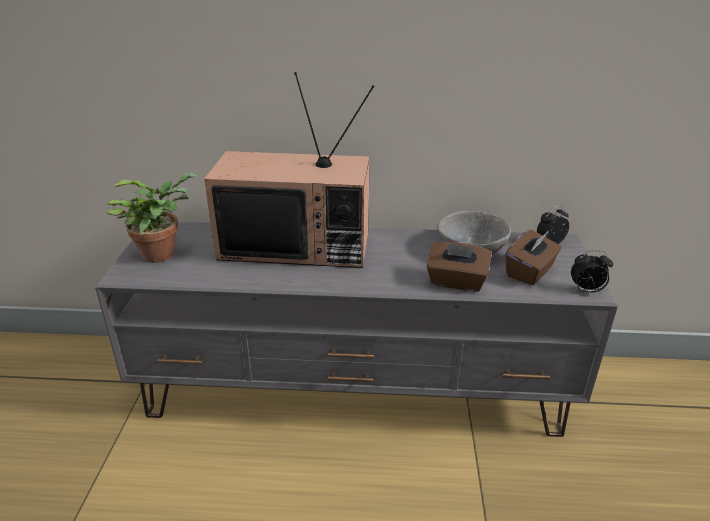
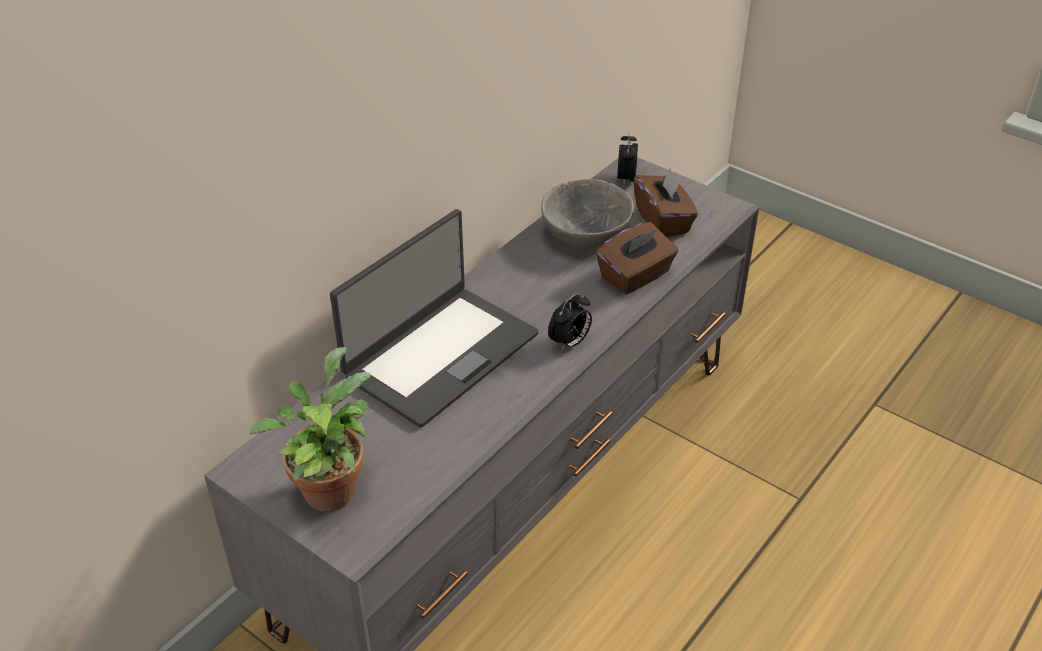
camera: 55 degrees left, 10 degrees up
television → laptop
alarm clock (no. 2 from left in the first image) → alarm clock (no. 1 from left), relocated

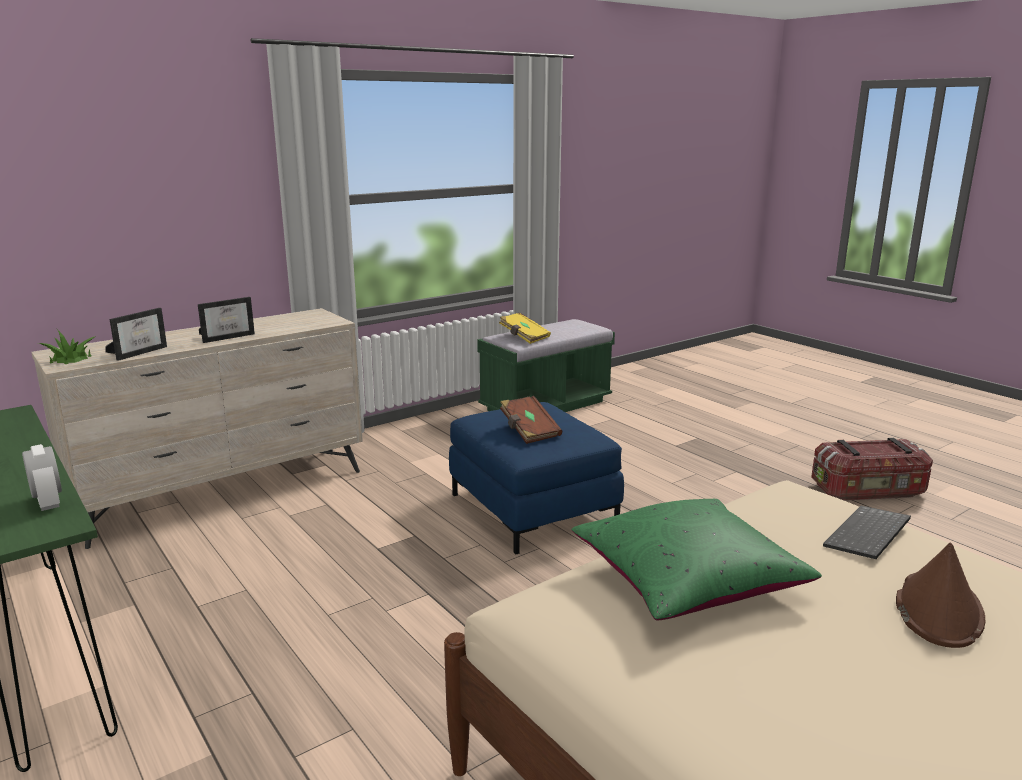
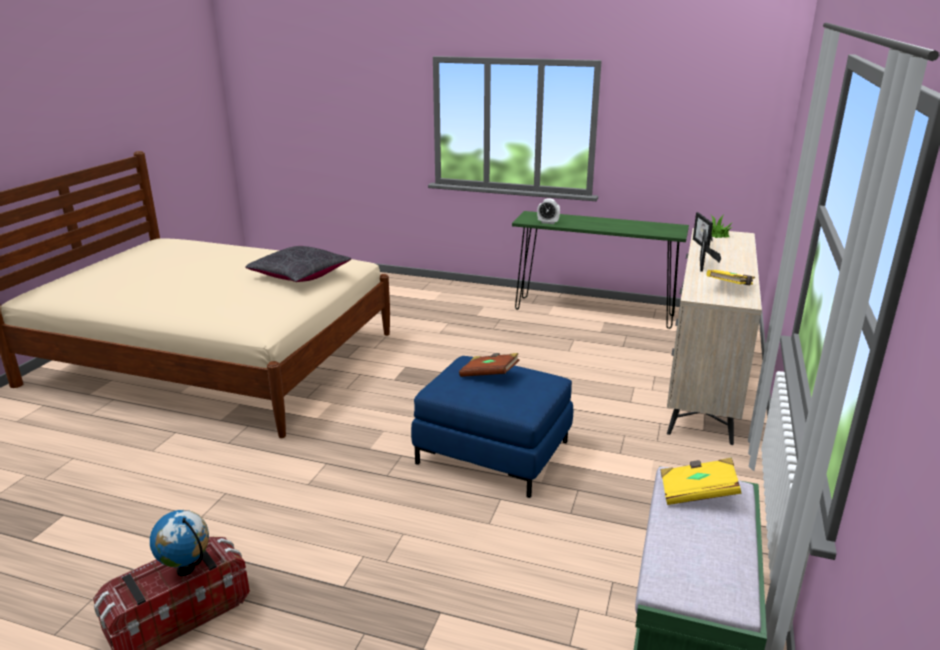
camera: 145 degrees right, 5 degrees up
pillow (green) → pillow (black)
keyboard → -
hat (brown) → -
- → globe
- → book (yellow) (no. 2 from left)

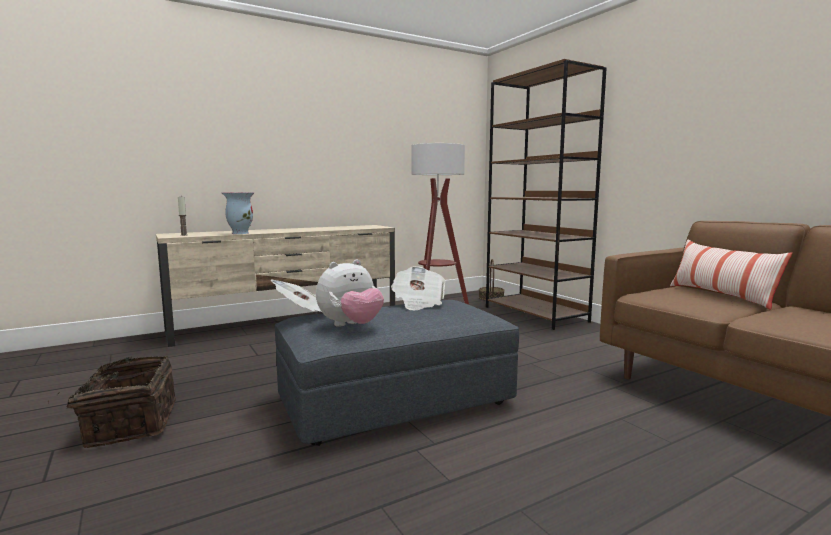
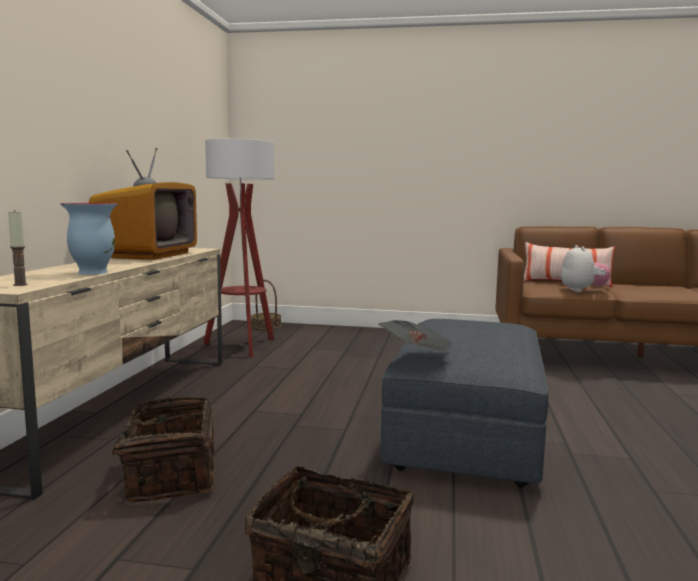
camera: 50 degrees left, 0 degrees up
plush toy, relocated
newspaper (no. 2 from left) → -
bookcase (brown) → -
- → television
- → basket (no. 1 from left)

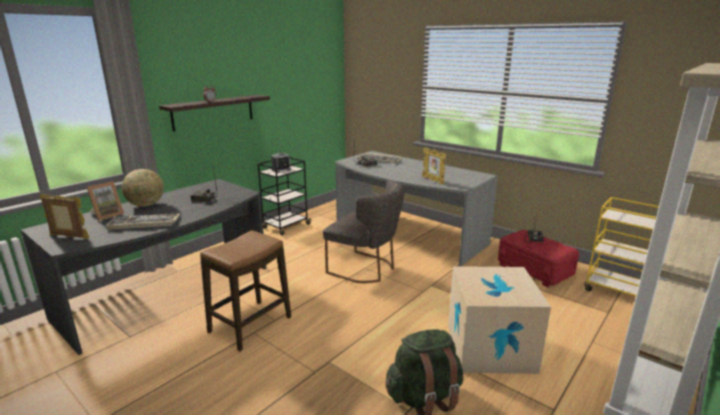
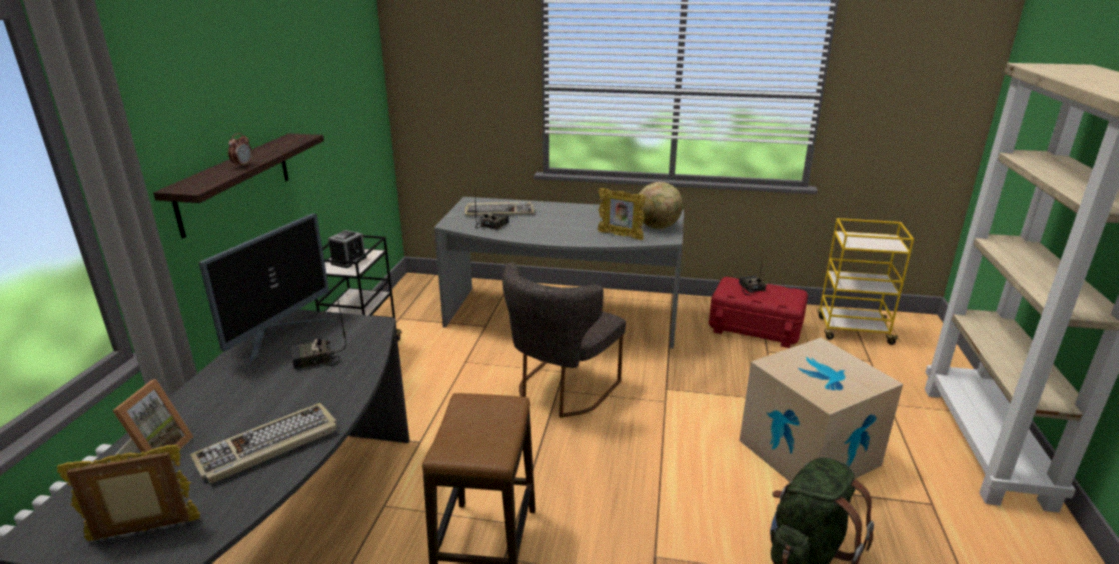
camera: 30 degrees left, 5 degrees up
globe, relocated
chair (grey), 120 degrees clockwise
- → monitor

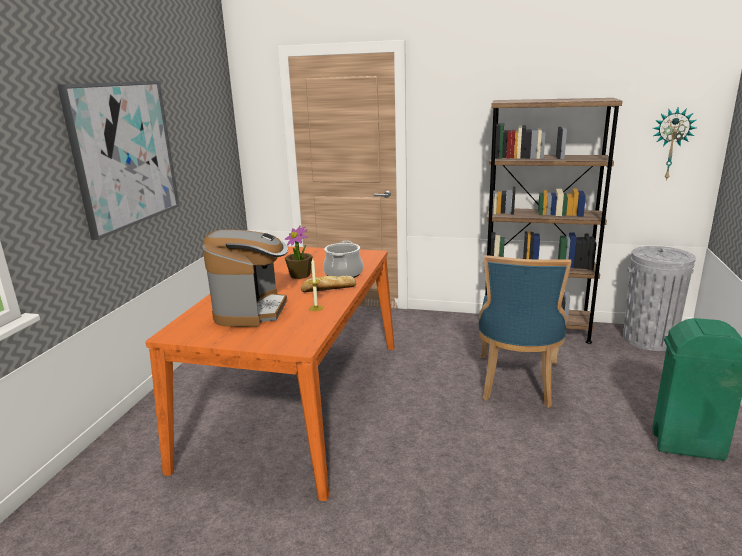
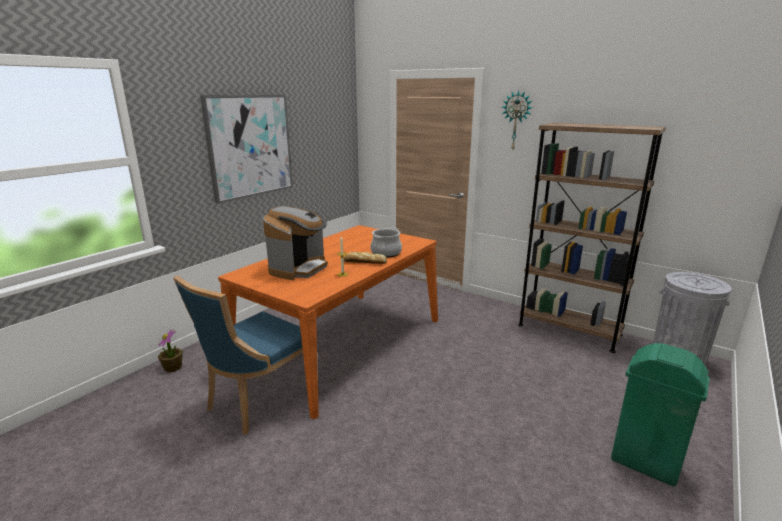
camera: 20 degrees right, 0 degrees up
potted plant, relocated
chair (blue), relocated
wall clock, relocated

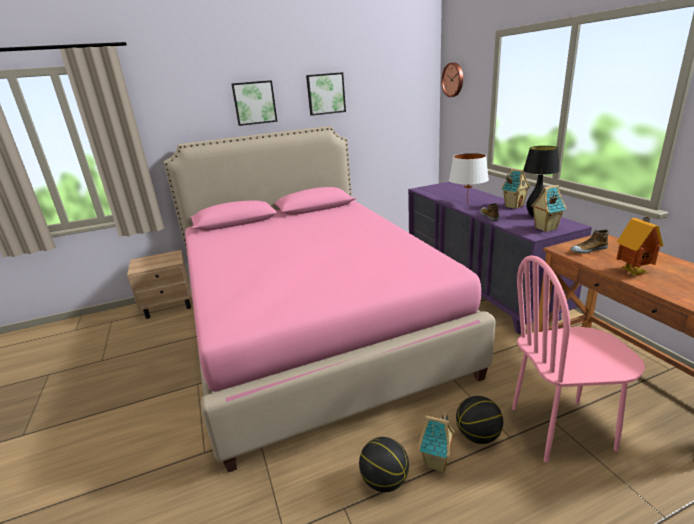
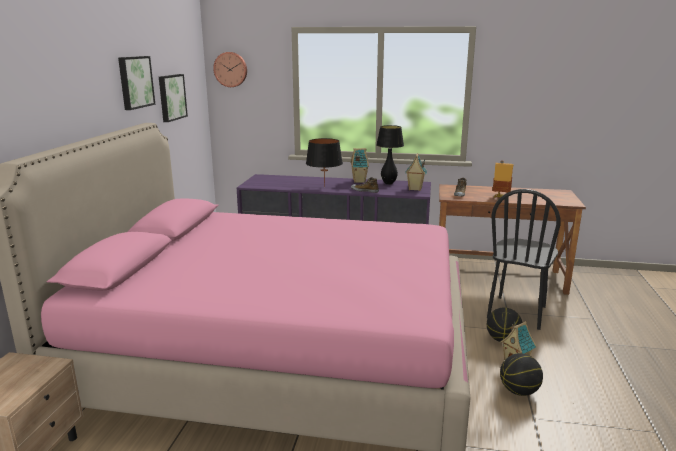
camera: 60 degrees left, 5 degrees down
picture (no. 1 from left in the first image) → picture (no. 2 from left), relocated
table lamp (white) → table lamp (black) (no. 1 from left)
chair (pink) → chair (black)

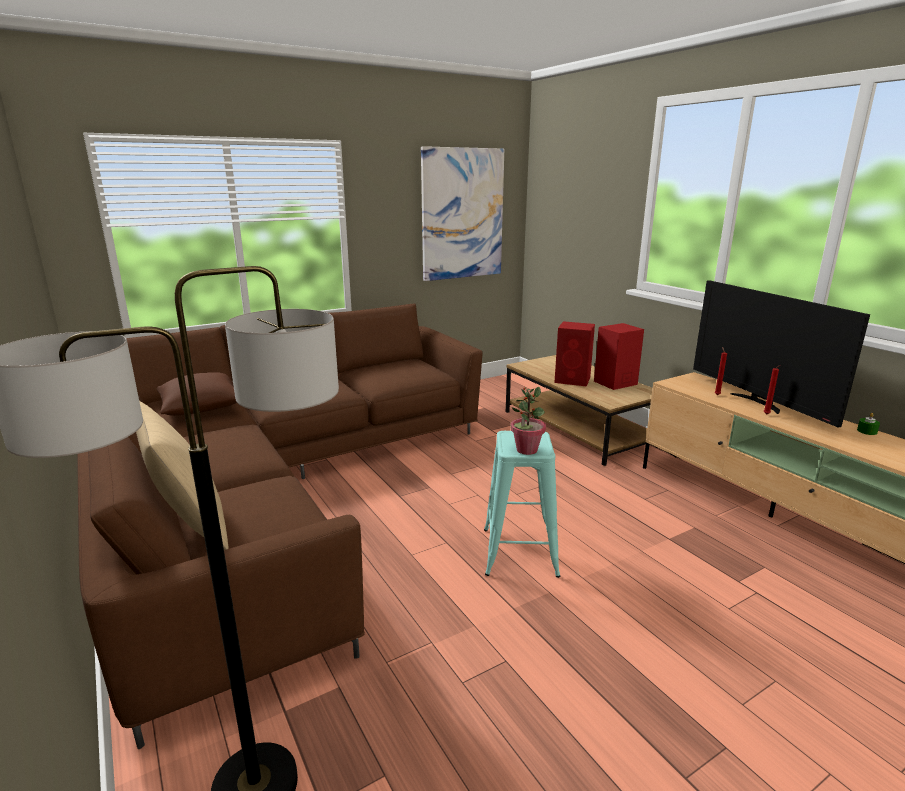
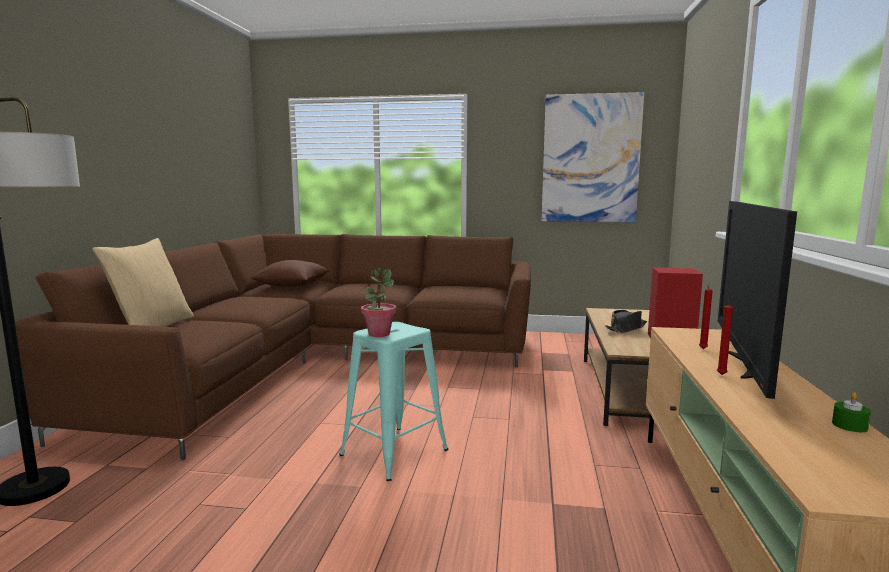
camera: 40 degrees right, 10 degrees down
speaker (red) (no. 1 from left) → hat (black)

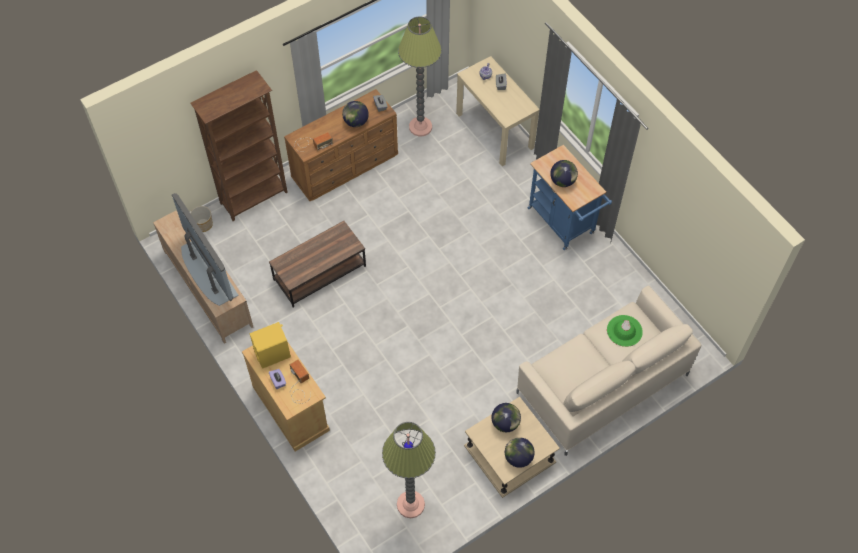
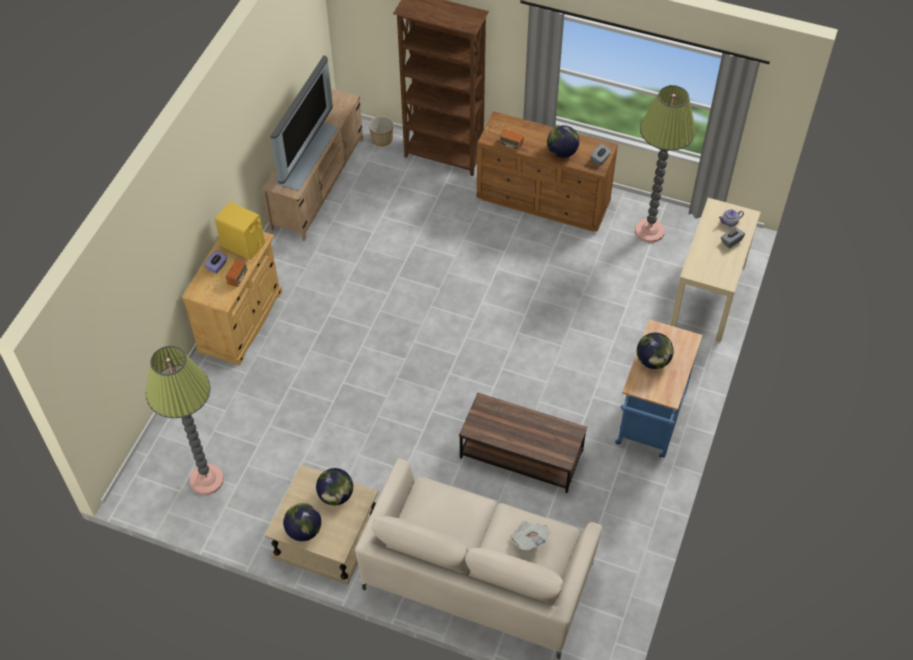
camera: 55 degrees right, 5 degrees down
coffee table (brown), relocated
hat (green) → newspaper

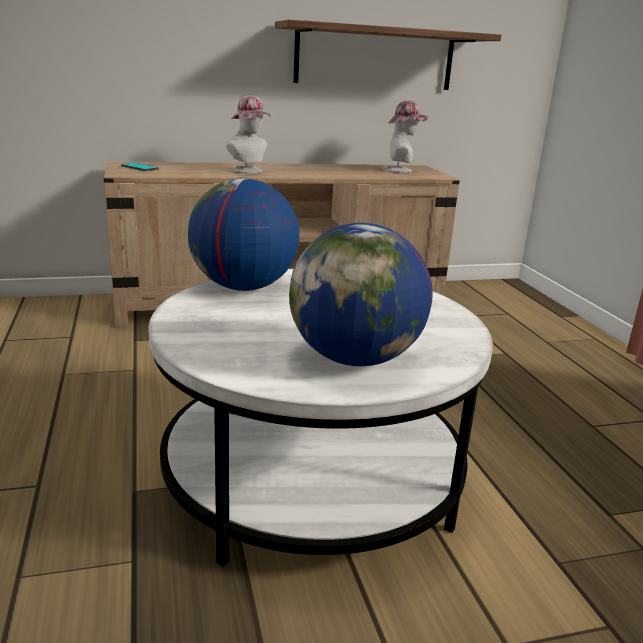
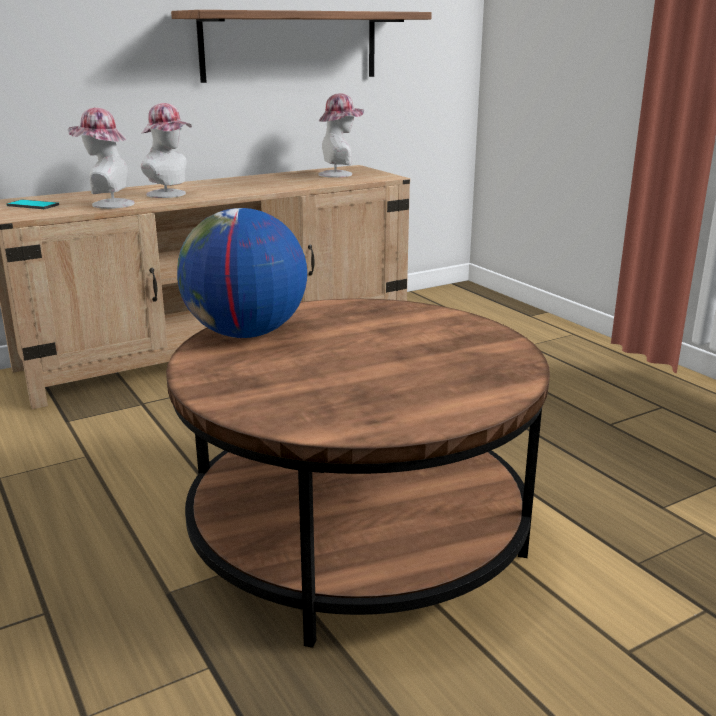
camera: 15 degrees left, 0 degrees up
coffee table (white) → coffee table (brown)
globe (no. 2 from left) → -
- → hat (no. 1 from left)

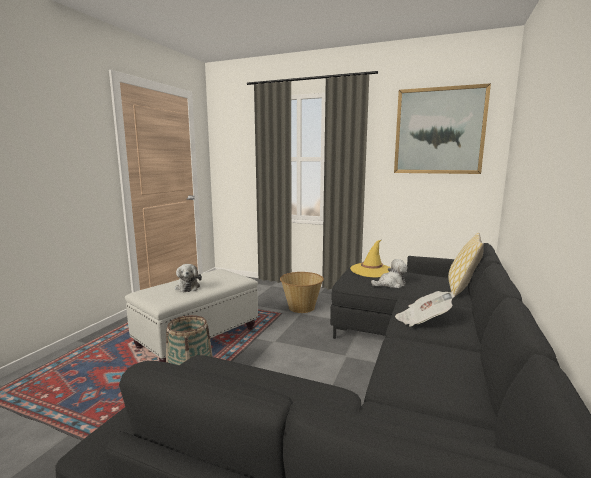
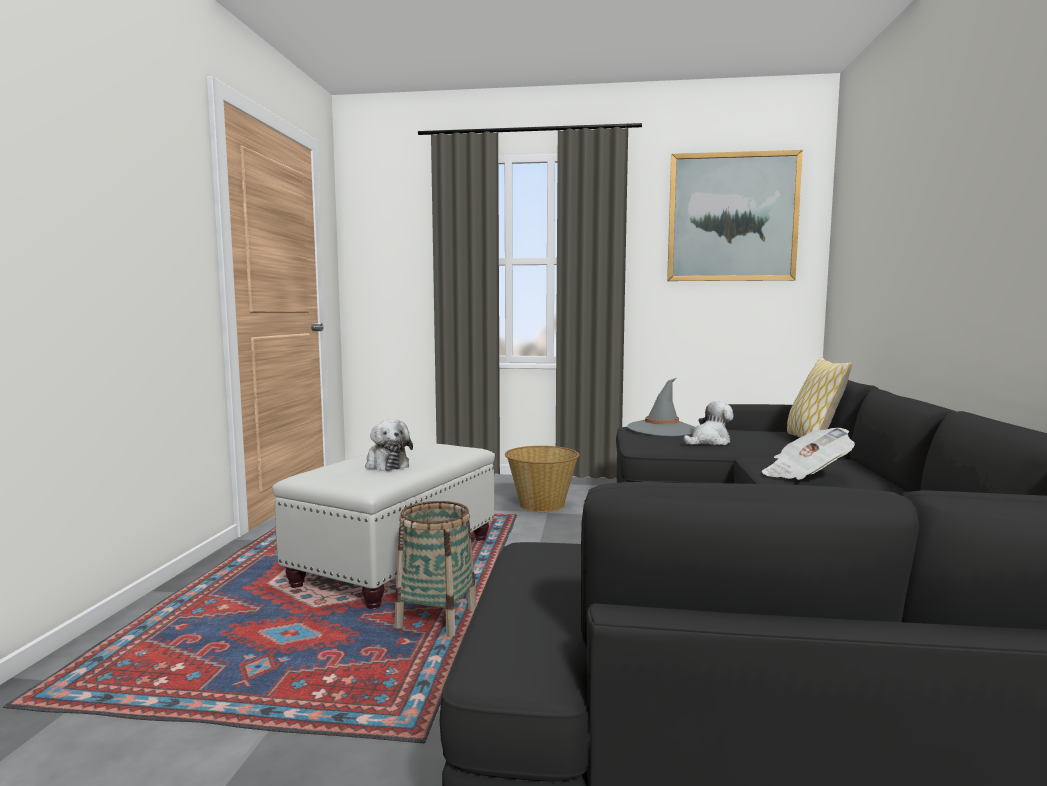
camera: 15 degrees left, 5 degrees down
hat (yellow) → hat (grey)

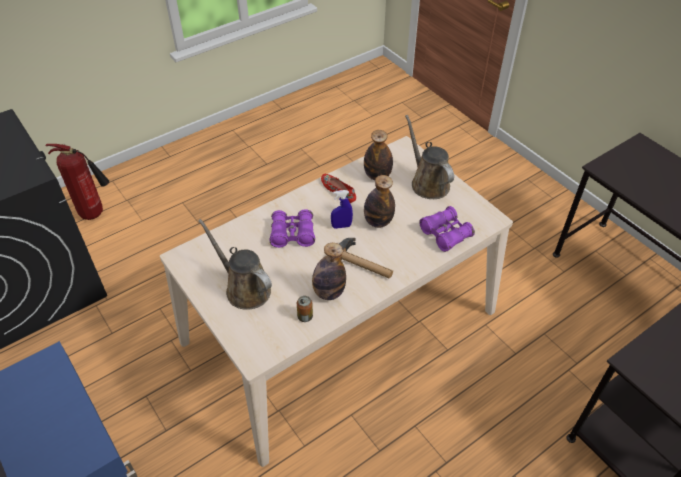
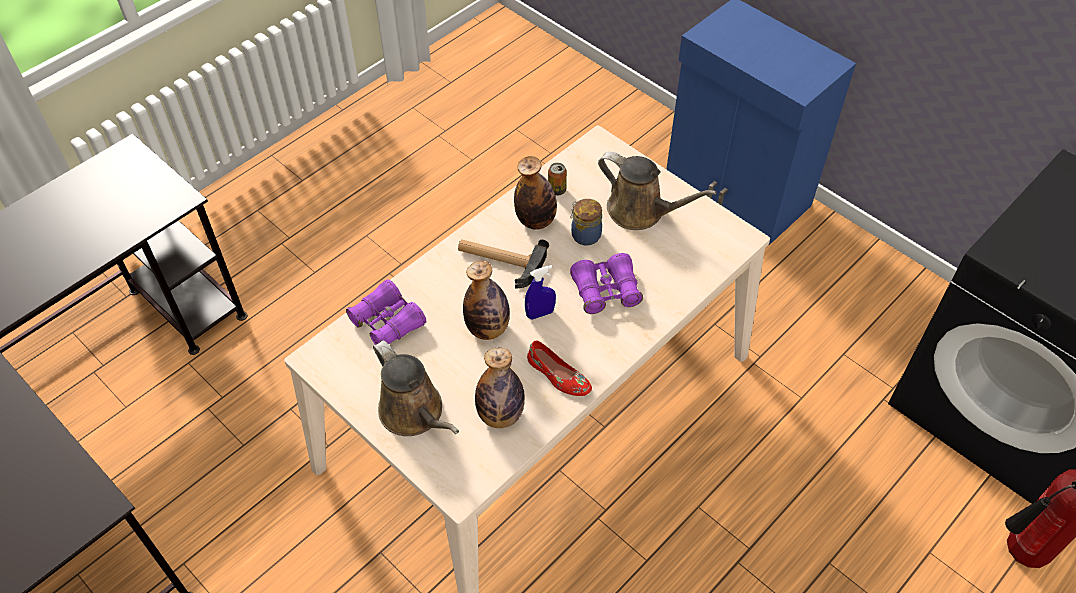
camera: 170 degrees right, 5 degrees up
- → jar

